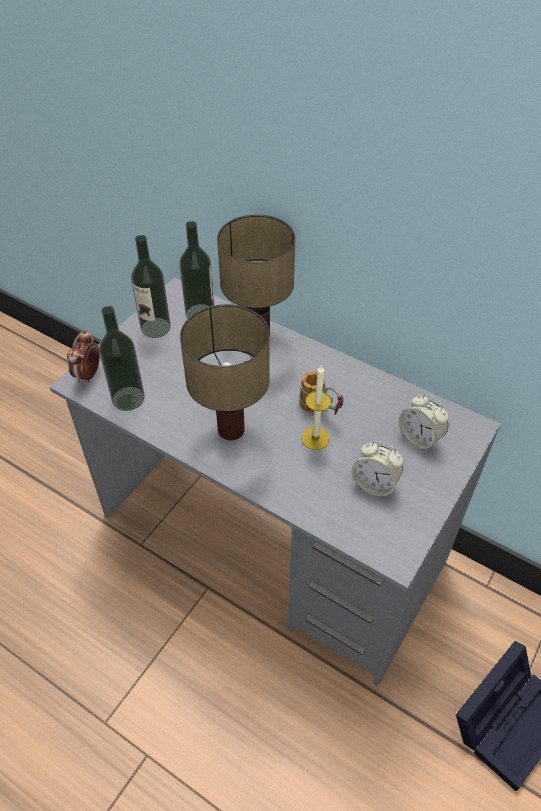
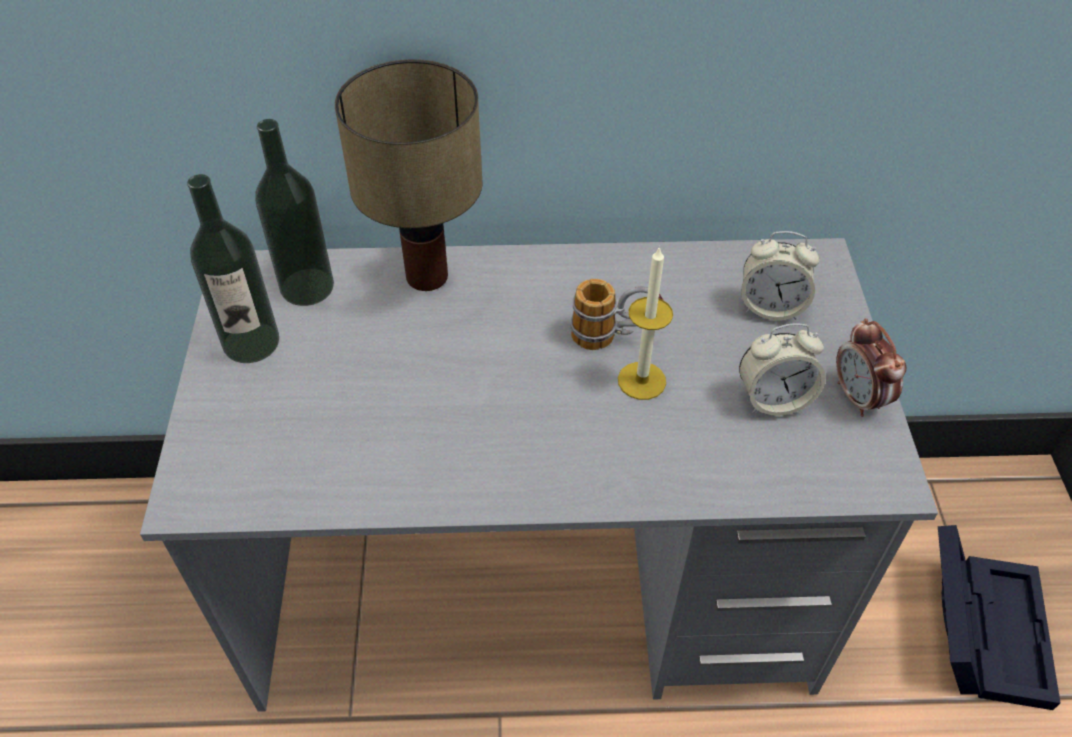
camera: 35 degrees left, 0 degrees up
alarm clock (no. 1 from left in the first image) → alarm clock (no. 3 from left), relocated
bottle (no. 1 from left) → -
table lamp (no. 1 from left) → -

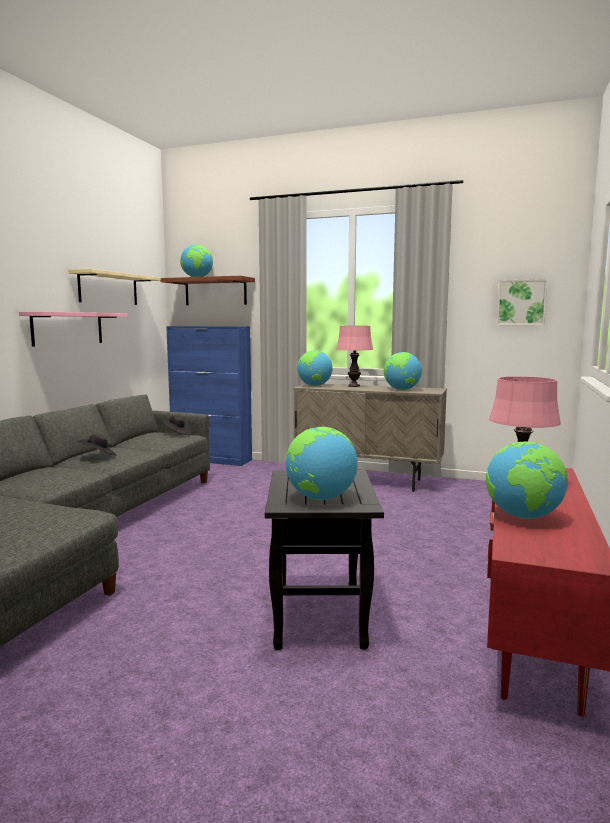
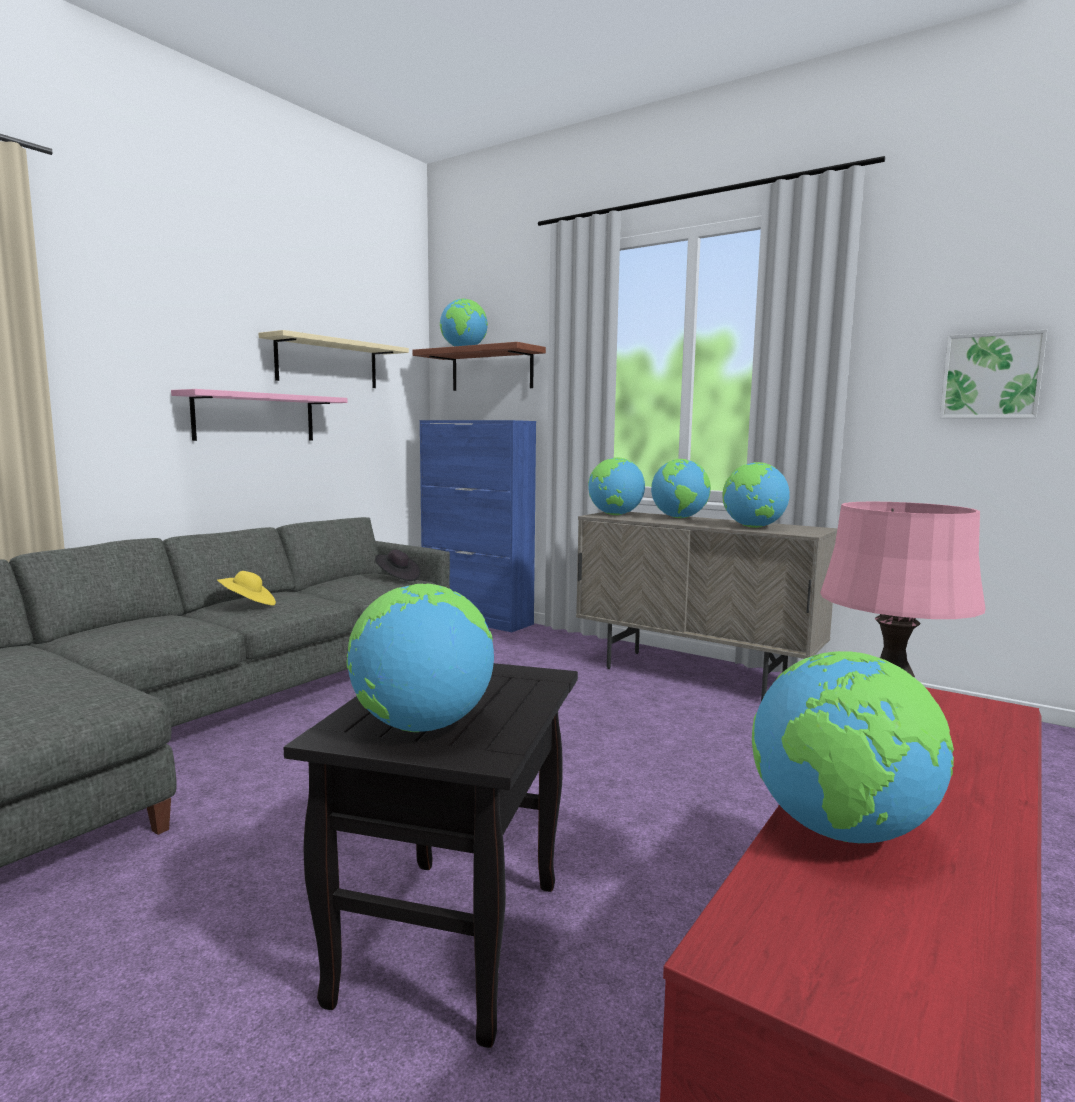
camera: 15 degrees right, 0 degrees up
hat (black) (no. 1 from left) → hat (yellow)
table lamp (pink) (no. 1 from left) → globe (no. 4 from left)

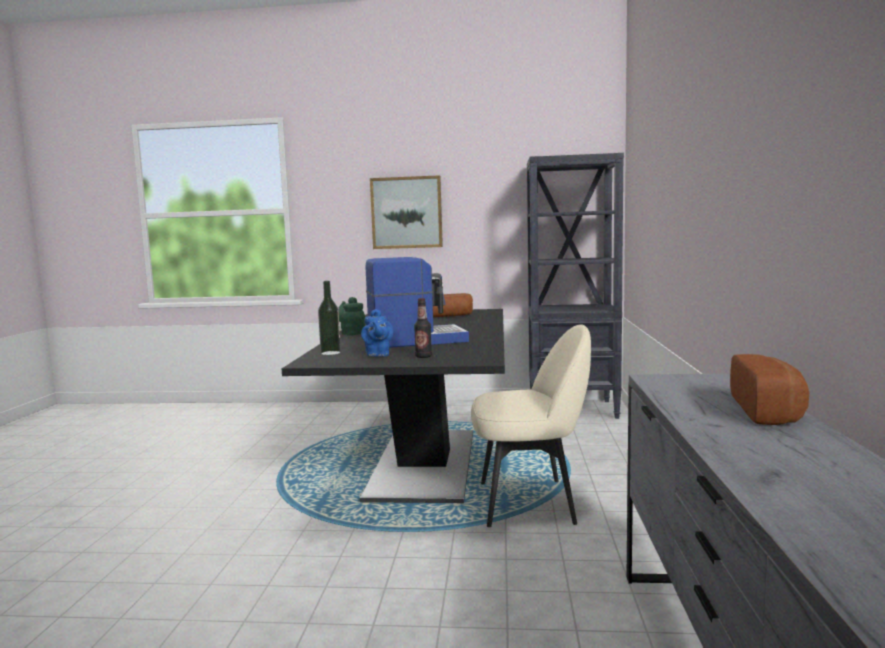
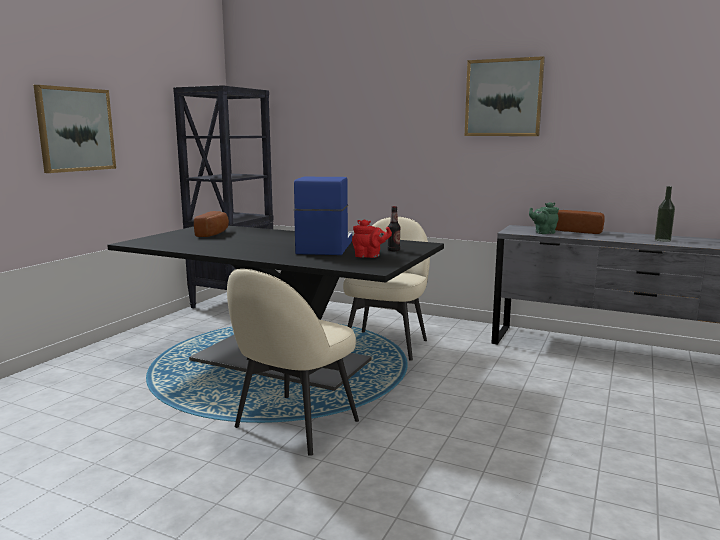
camera: 70 degrees left, 5 degrees up
bottle (no. 1 from left in the first image) → bottle (no. 2 from left), relocated
teapot (green), relocated
teapot (blue) → teapot (red)
- → chair (beige) (no. 1 from left)
- → picture (no. 2 from left)

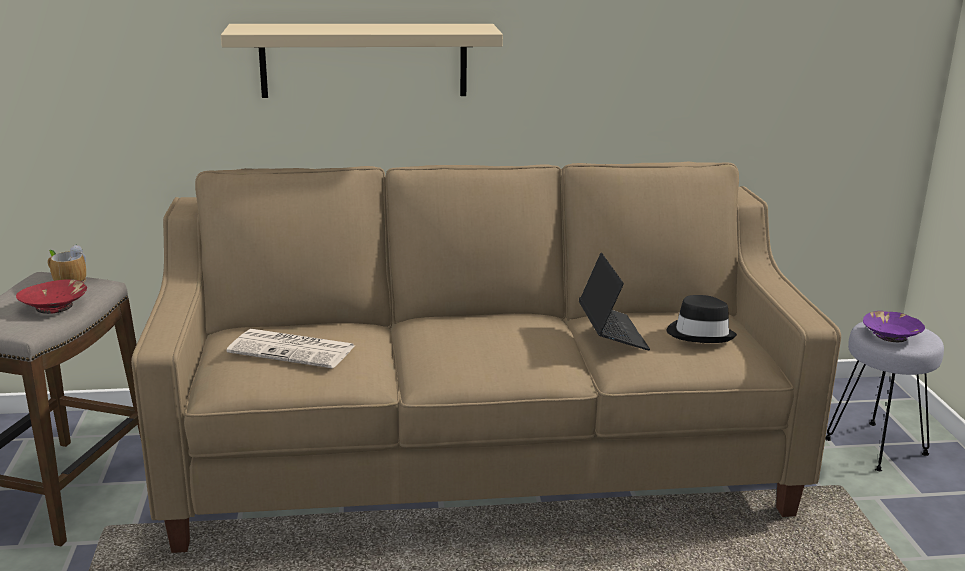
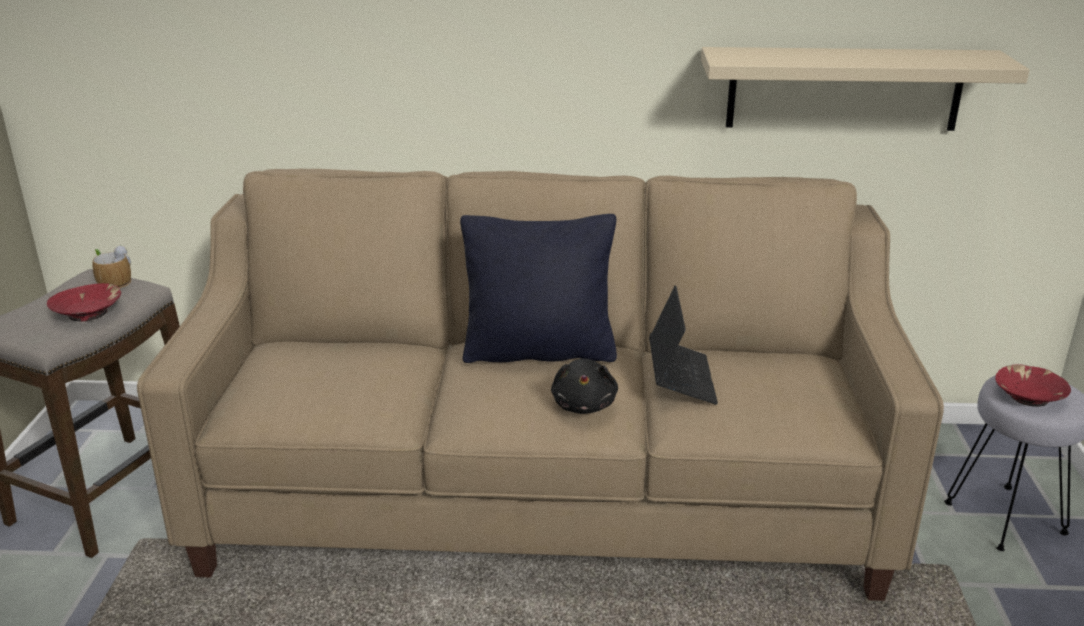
camera: 10 degrees right, 5 degrees up
shelf (beige), relocated
newspaper → -
hat (black) → -
bowl (purple) → bowl (red) (no. 2 from left)
- → pillow (black)
- → plush toy (black)

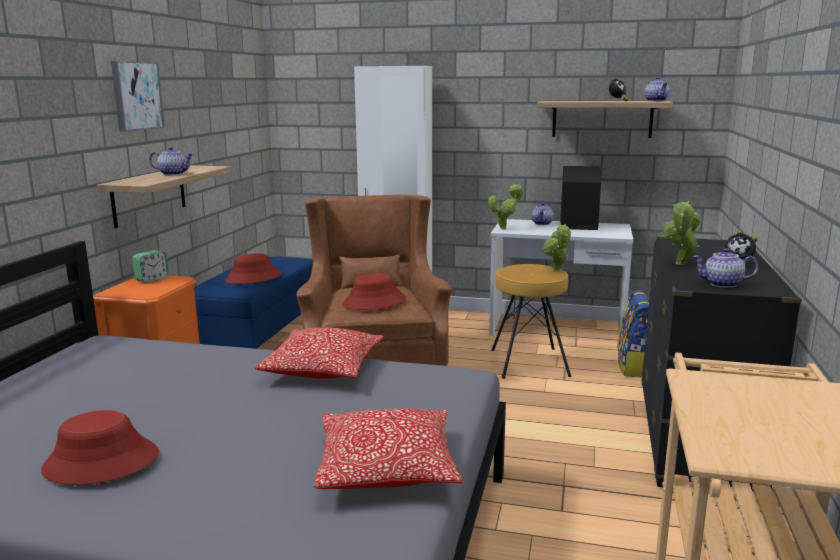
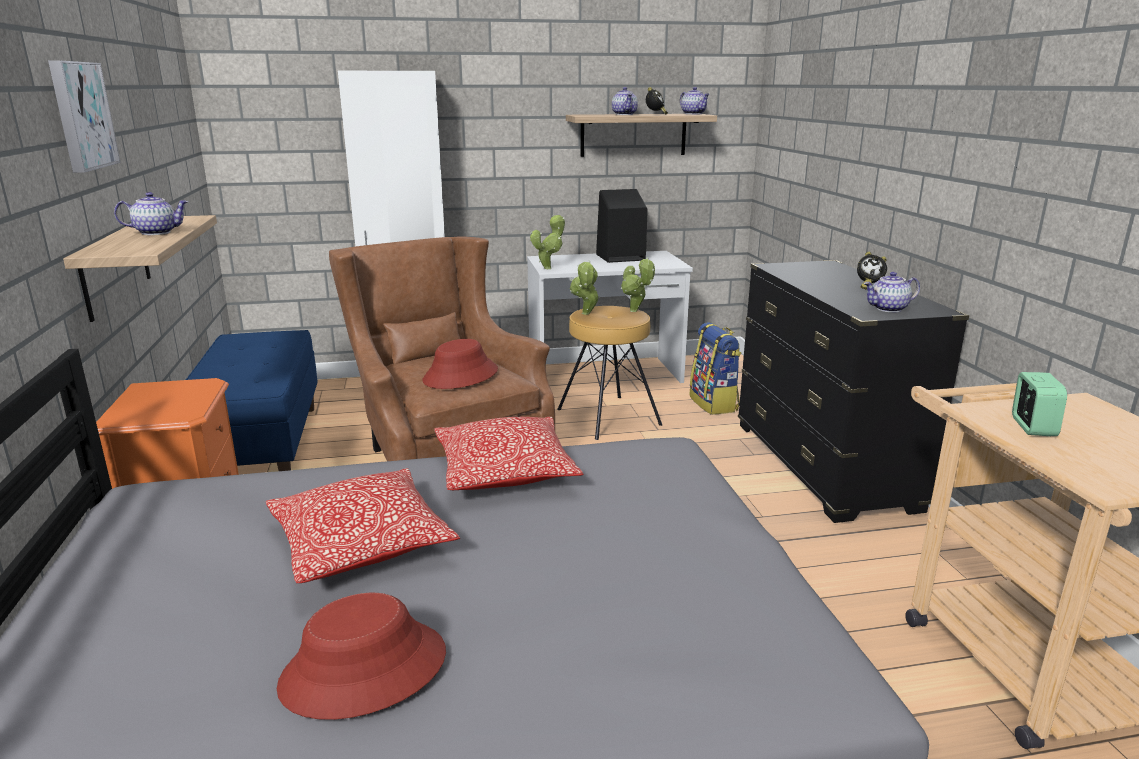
camera: 25 degrees left, 5 degrees up
alarm clock (no. 1 from left in the first image) → alarm clock (no. 3 from left), relocated
hat (red) (no. 2 from left) → -
pillow (no. 2 from left in the first image) → pillow (no. 1 from left), relocated
teapot (no. 2 from left), relocated
potted plant (no. 3 from left in the first image) → potted plant (no. 2 from left), relocated

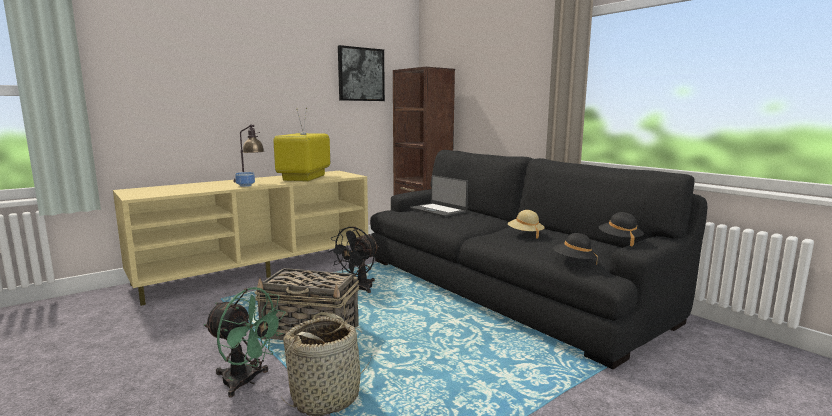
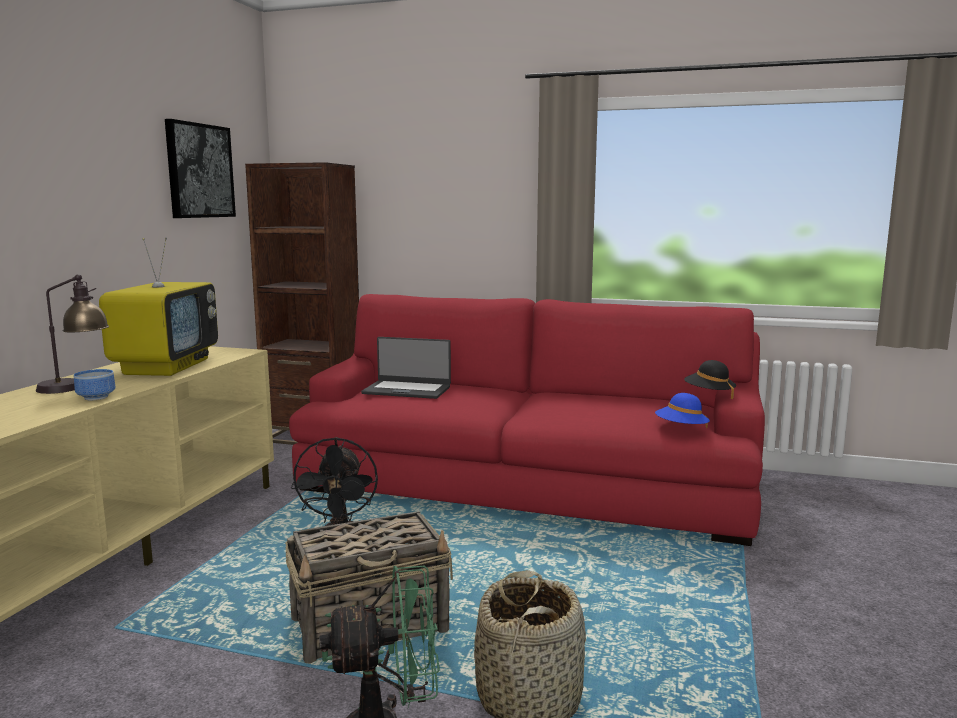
camera: 35 degrees left, 0 degrees up
television, 150 degrees counterclockwise
sofa (black) → sofa (red)
hat (beige) → -
hat (black) (no. 1 from left) → hat (blue)

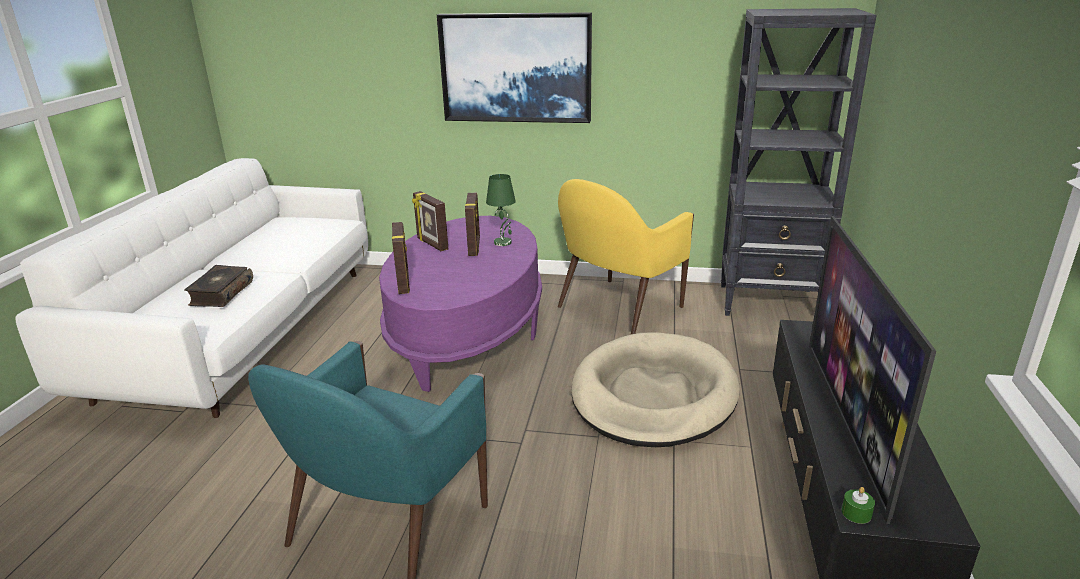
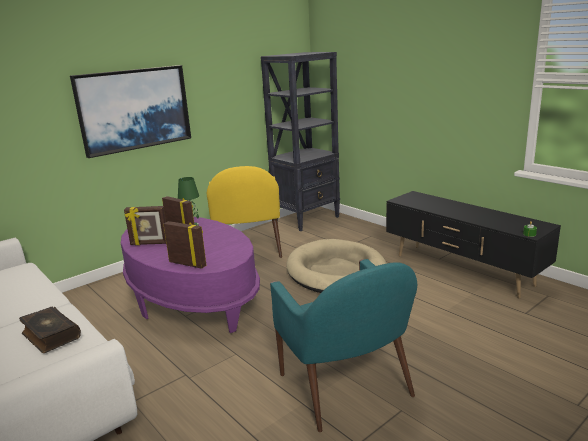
camera: 50 degrees left, 5 degrees down
television → -

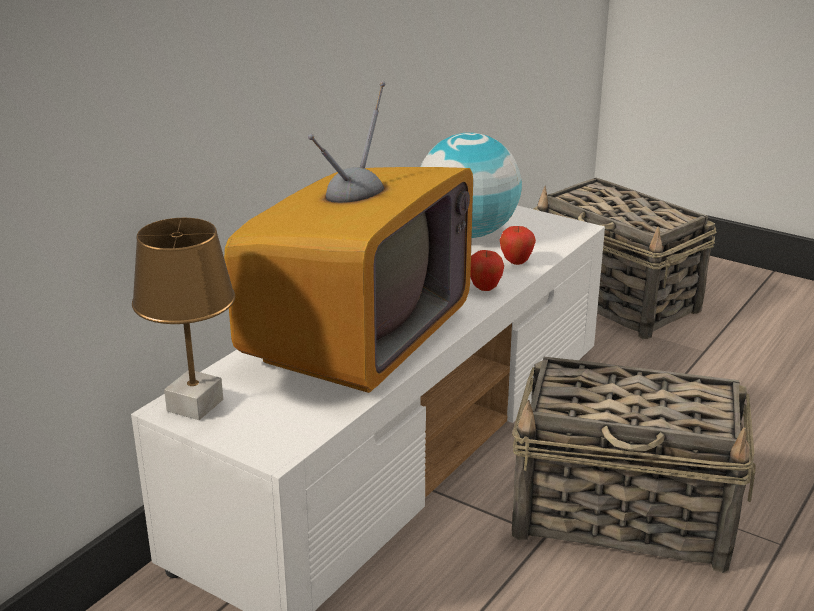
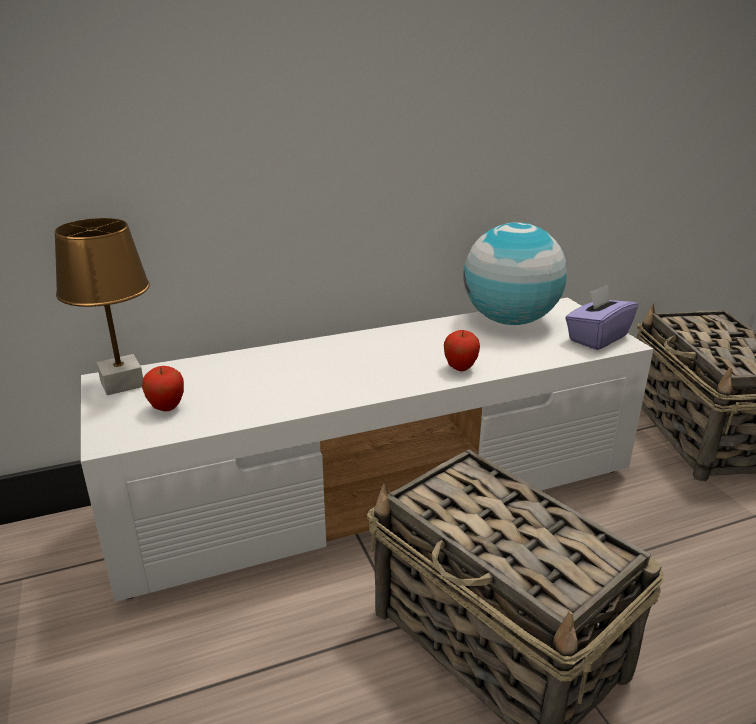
camera: 35 degrees right, 0 degrees up
television → -
apple (no. 2 from left in the first image) → apple (no. 1 from left), relocated
- → tissue box (purple)

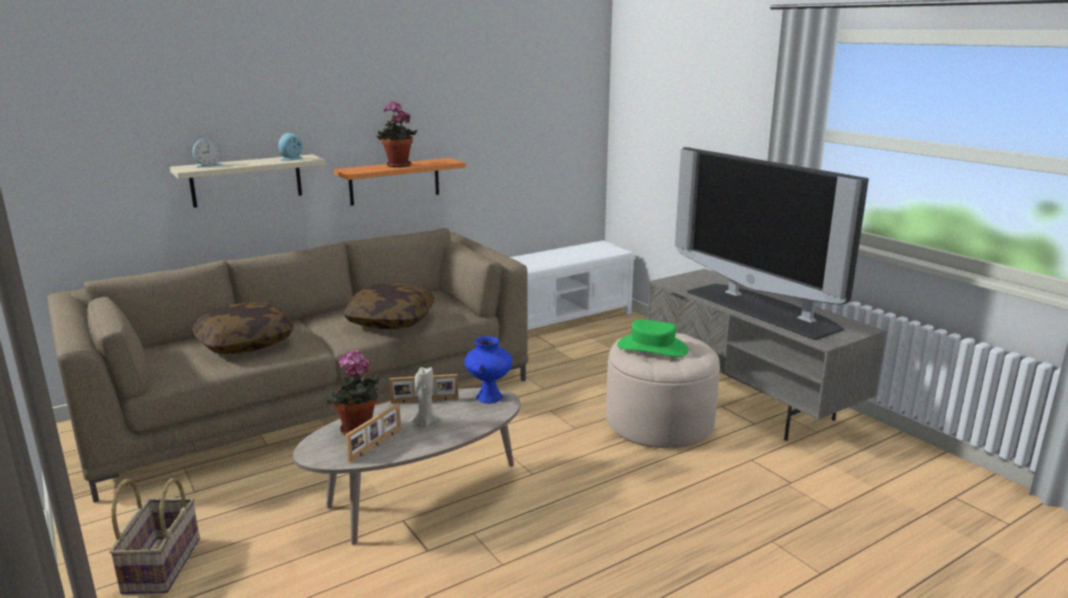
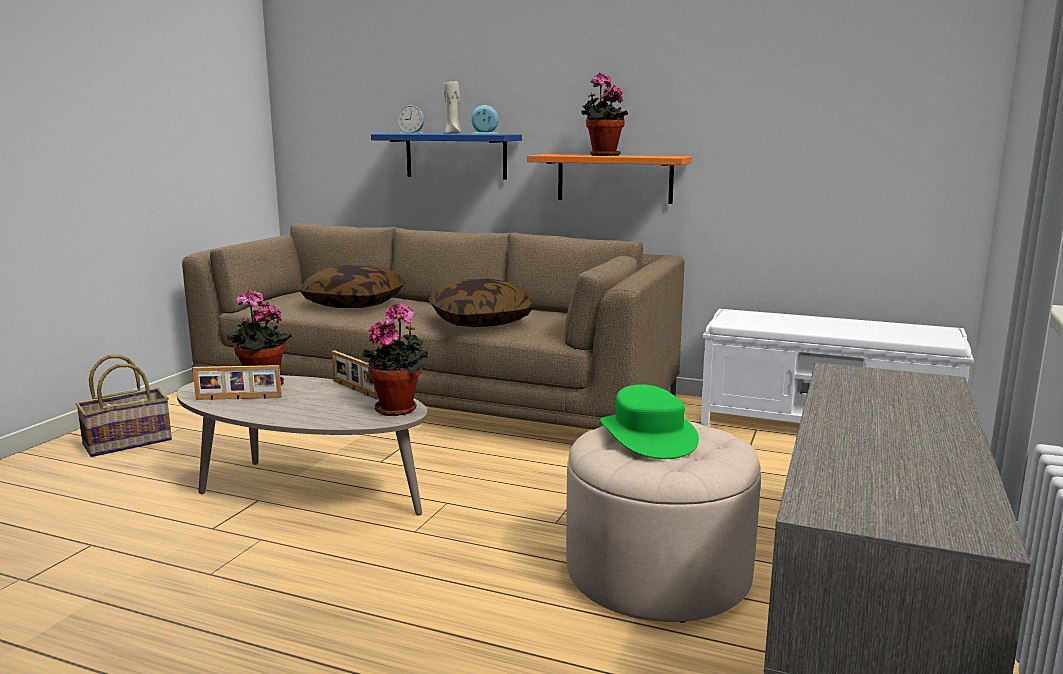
camera: 55 degrees right, 5 degrees down
shelf (beige) → shelf (blue)
candle (beige), relocated
vase (blue) → potted plant (no. 2 from left)
television → -

